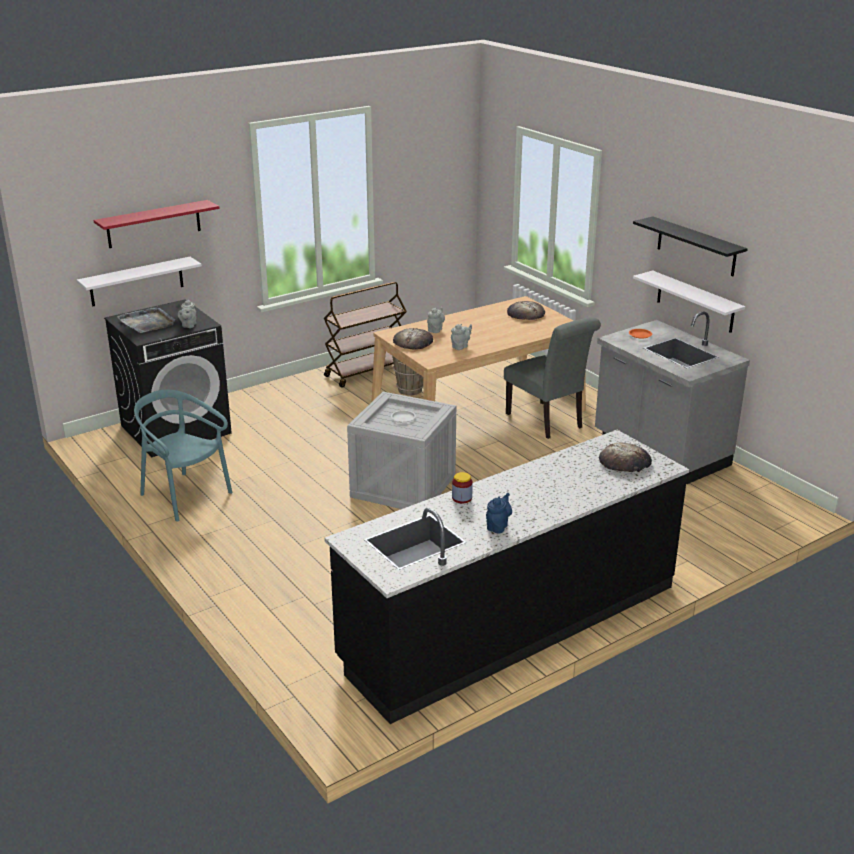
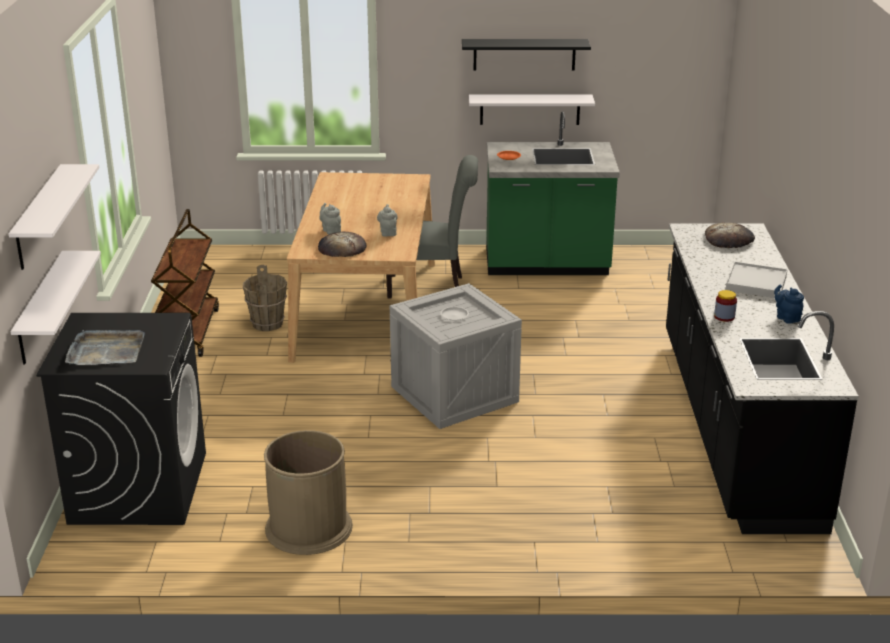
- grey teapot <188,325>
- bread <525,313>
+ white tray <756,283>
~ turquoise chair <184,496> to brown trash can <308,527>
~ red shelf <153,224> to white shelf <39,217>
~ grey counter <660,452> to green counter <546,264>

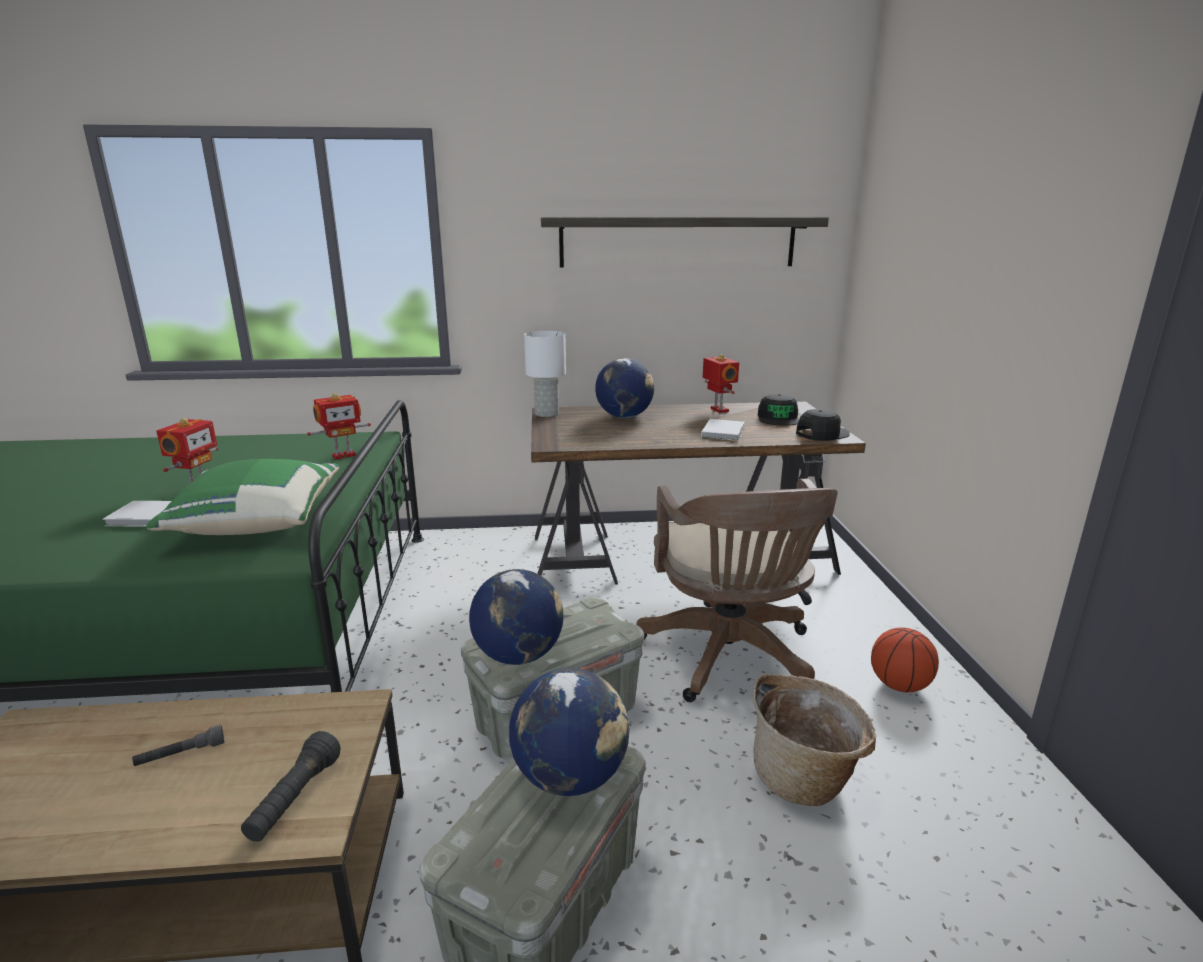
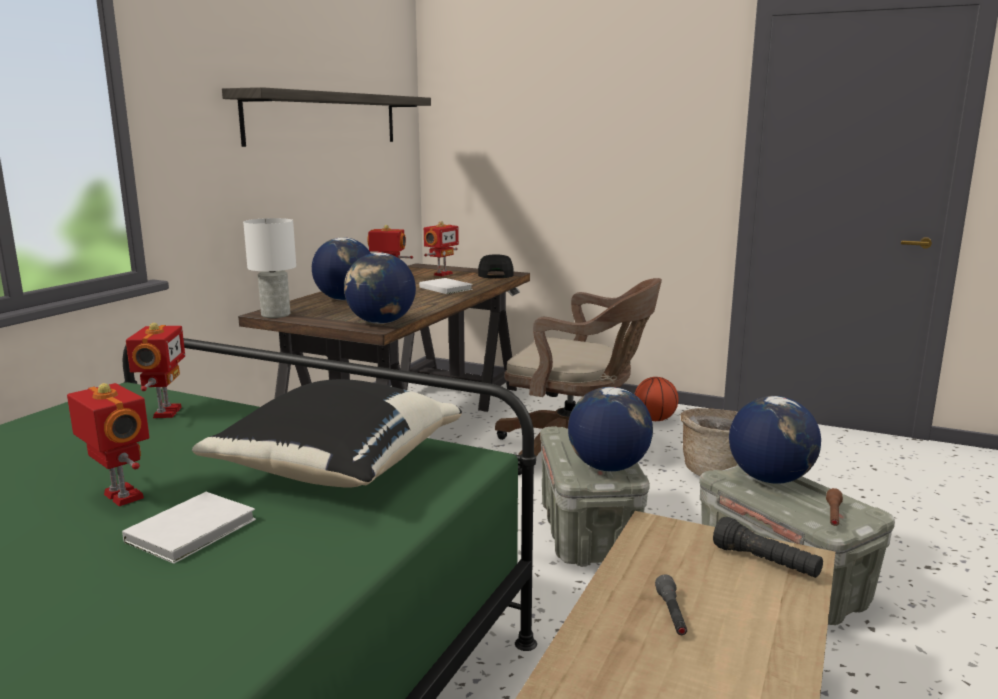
+ globe <381,322>
+ brown flashlight <833,515>
~ black cap <778,418> to toy robot <442,274>
~ green pillow <256,523> to black pillow <334,468>

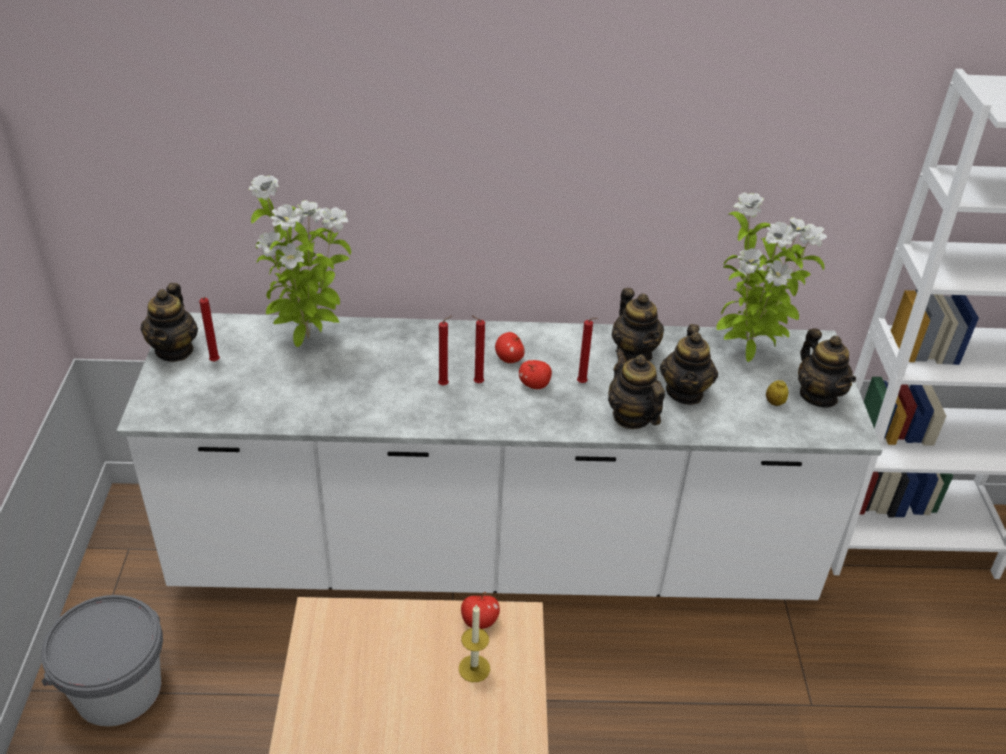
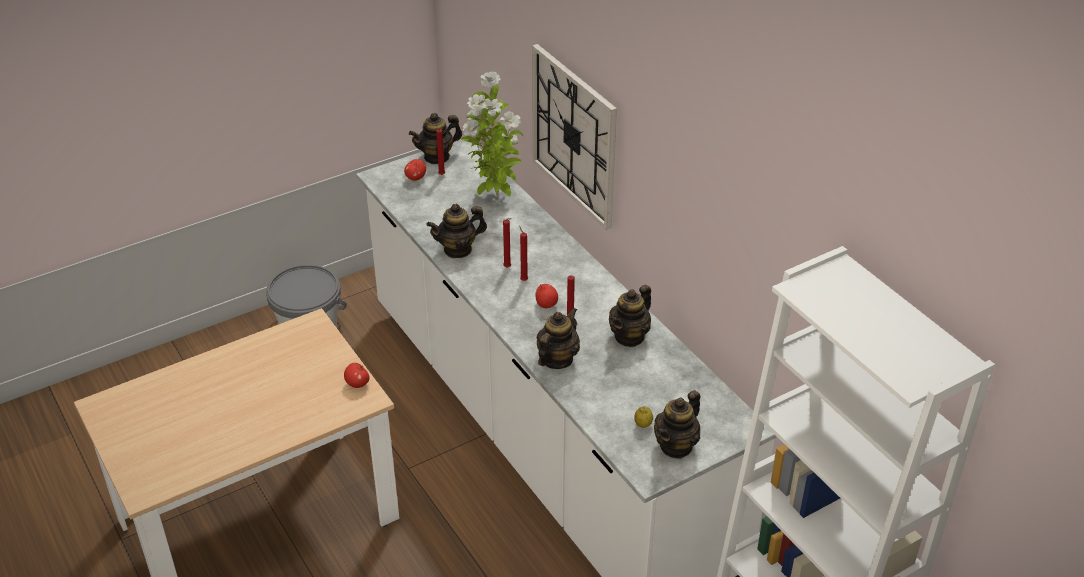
- candle <474,668>
- potted plant <747,354>
+ wall clock <574,135>
~ apple <509,359> to <415,178>
~ teapot <685,392> to <458,249>

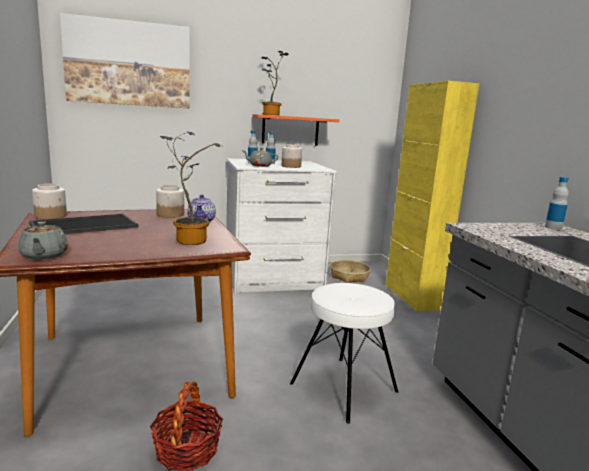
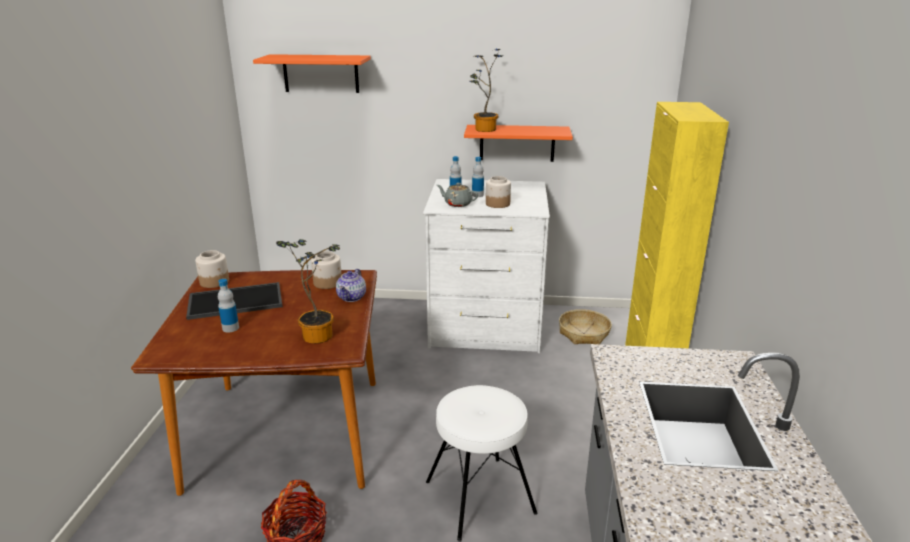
- grey teapot <44,255>
~ bottle <553,227> to <230,328>
~ picture <129,64> to orange shelf <321,73>

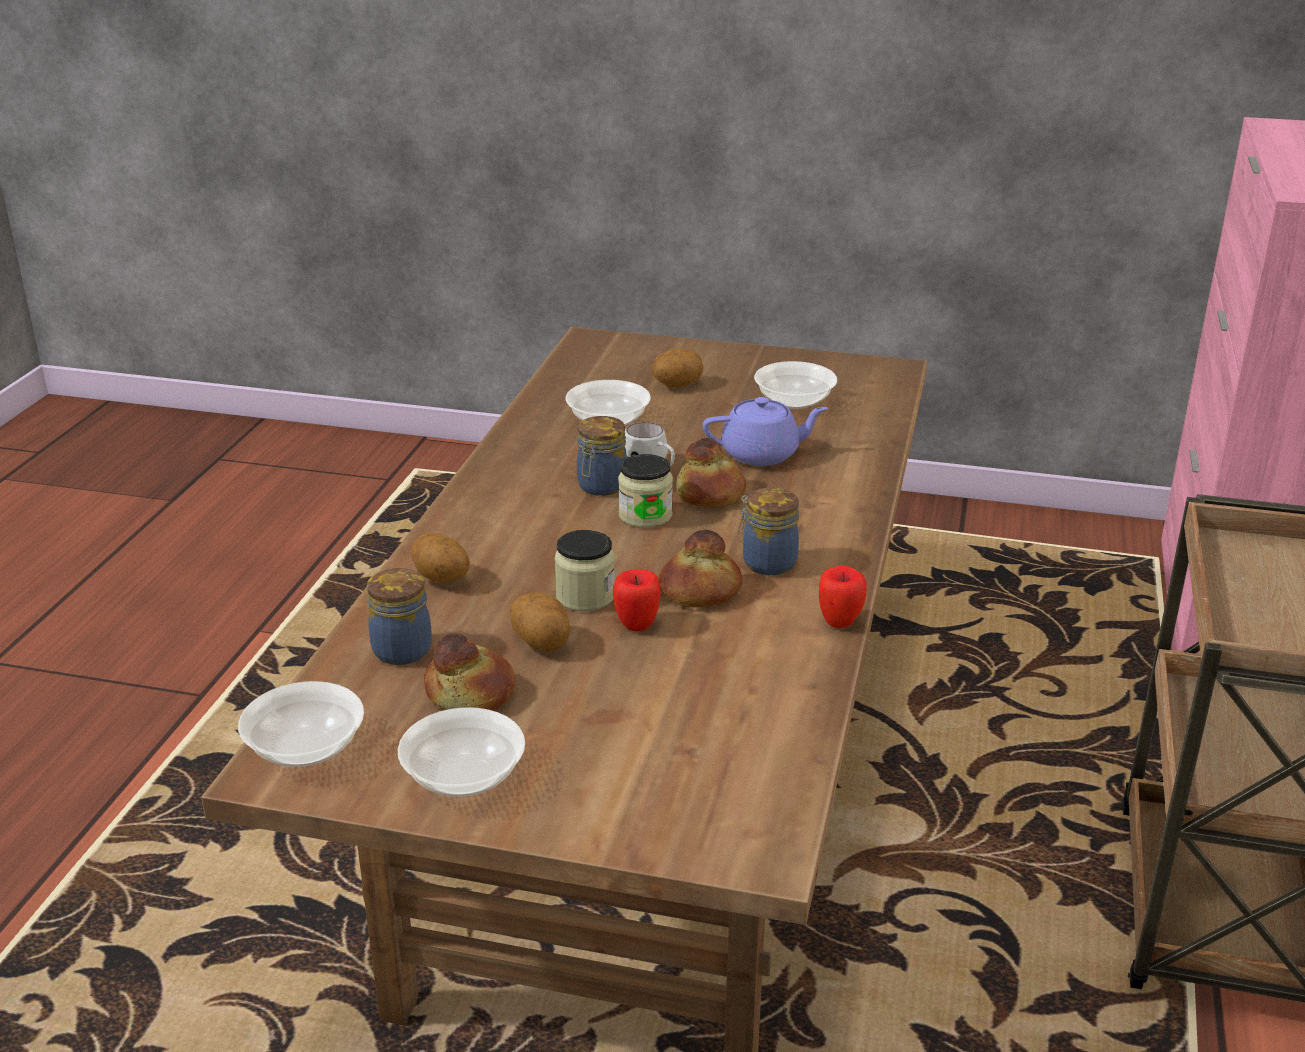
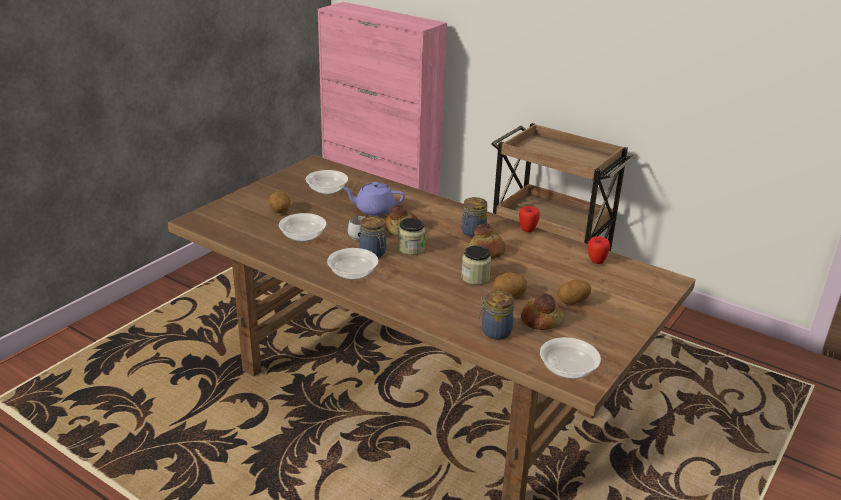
~ bowl <463,776> to <352,274>
~ potato <441,579> to <572,302>
~ apple <637,625> to <596,262>
~ purple teapot <762,454> = <374,210> 105 degrees counterclockwise

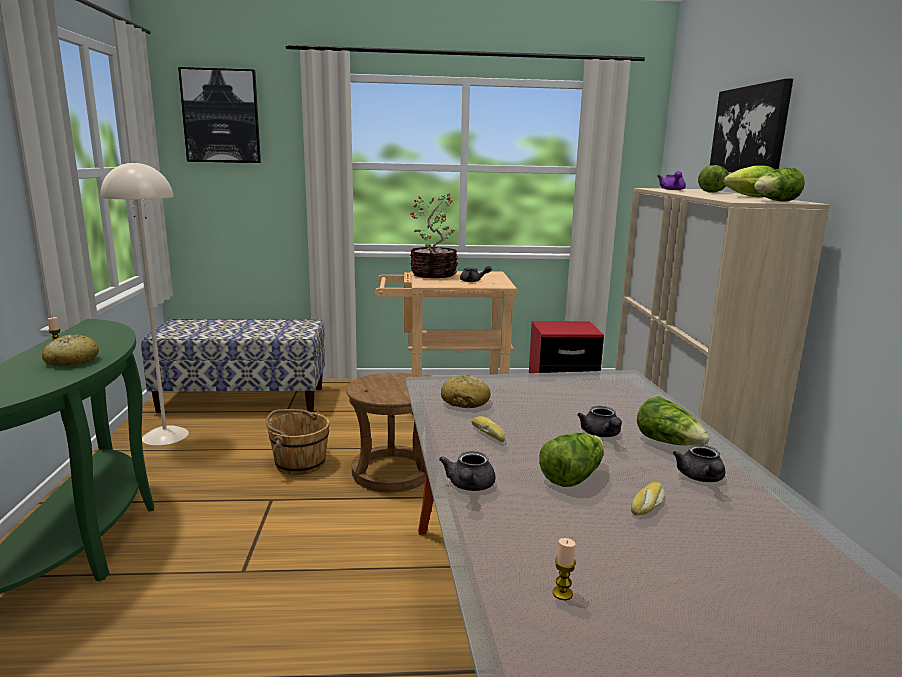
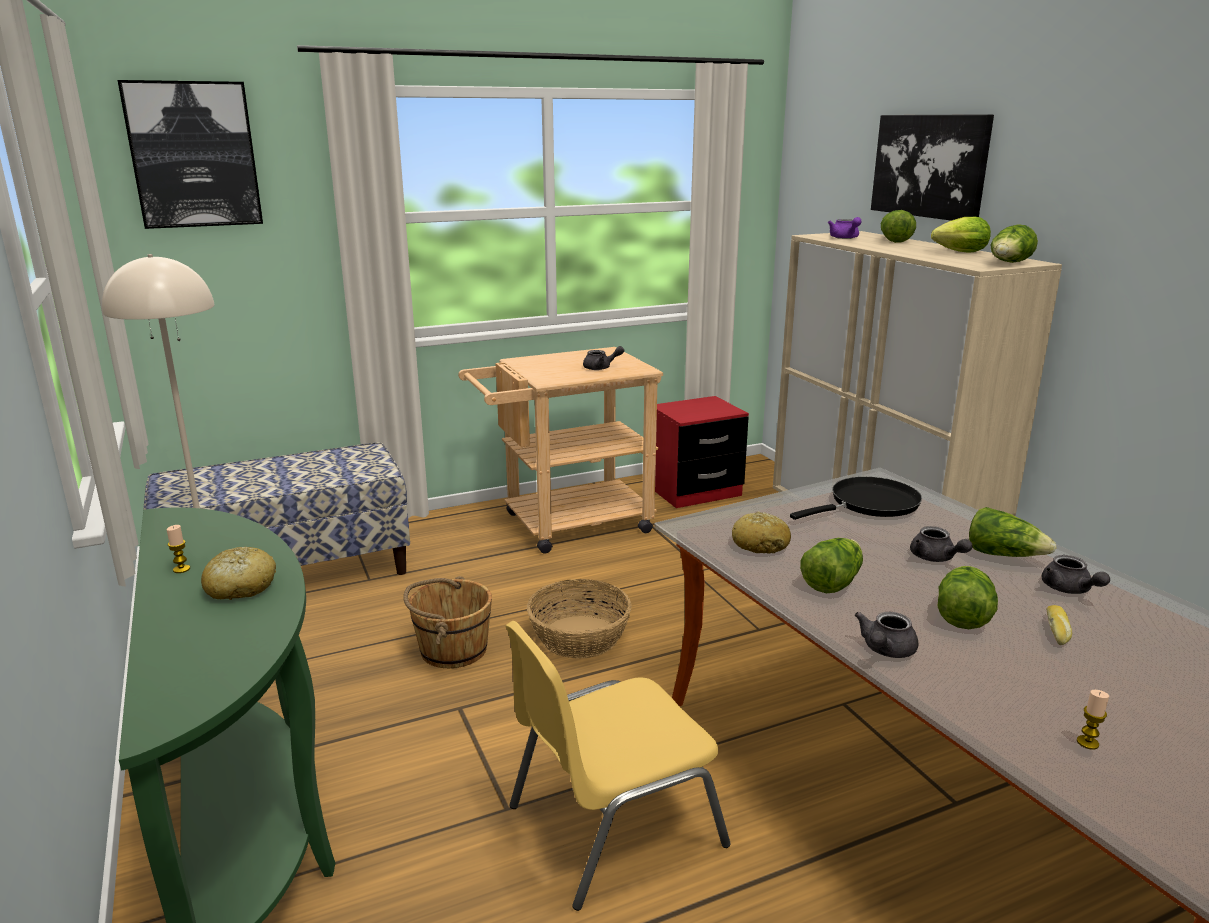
- potted plant <434,274>
+ yellow chair <611,825>
+ black frying pan <869,504>
~ brown stool <391,472> to basket <579,636>
~ bread <489,434> to lettuce <831,581>
~ grey teapot <469,486> = <885,650> 45 degrees clockwise

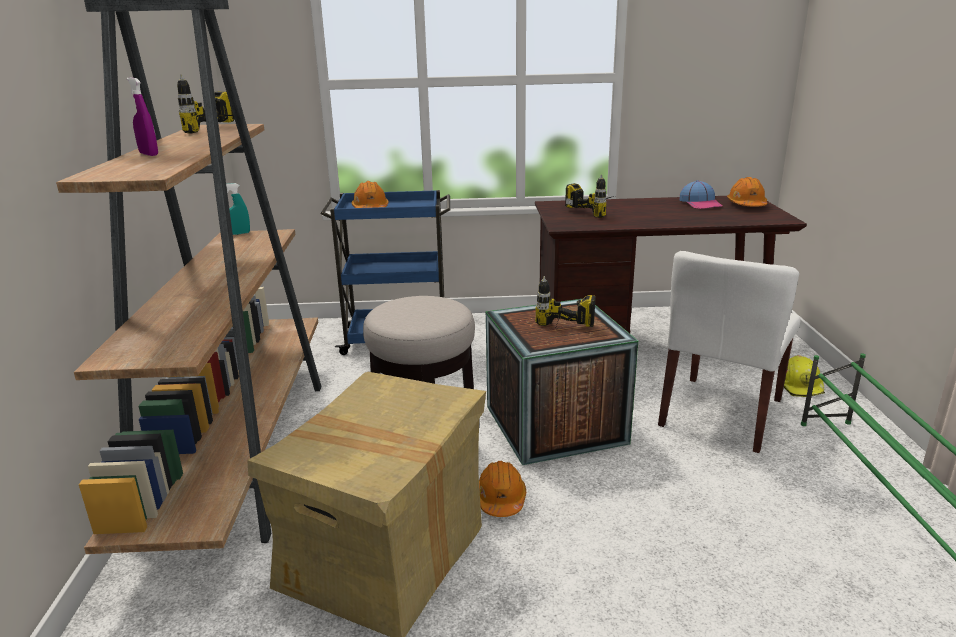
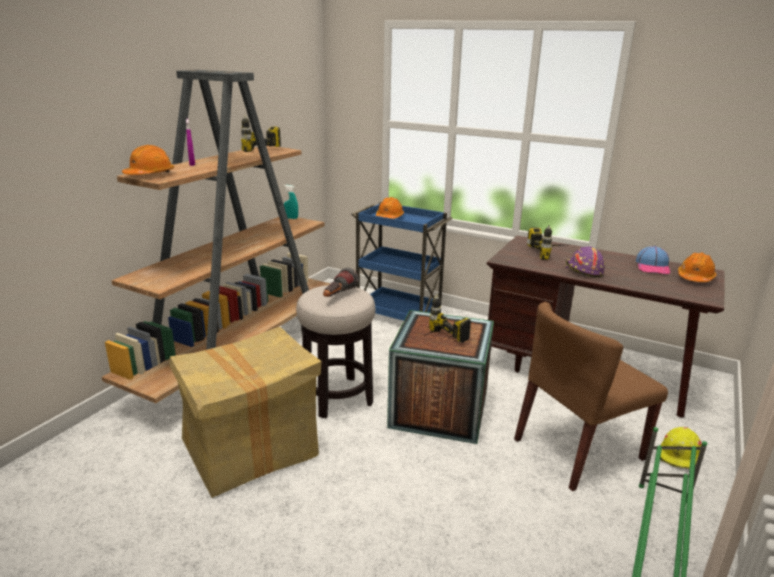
+ flashlight <338,296>
+ purple hard hat <583,270>
~ orange hard hat <501,499> to <150,174>
~ white chair <721,413> to brown chair <578,449>

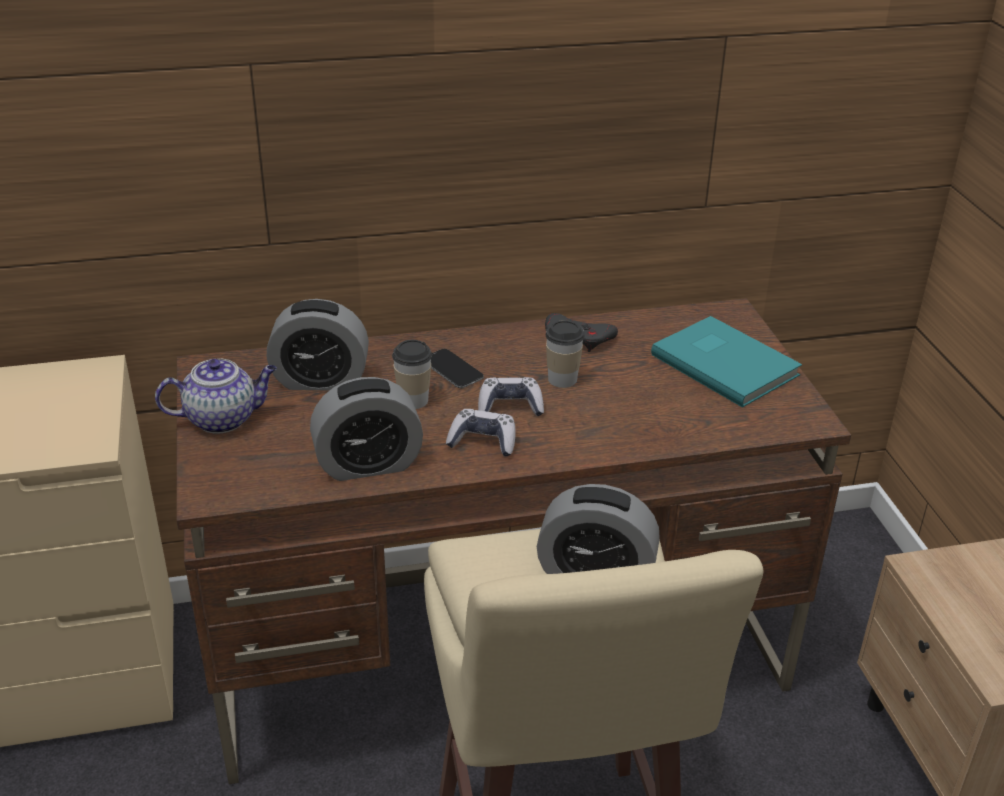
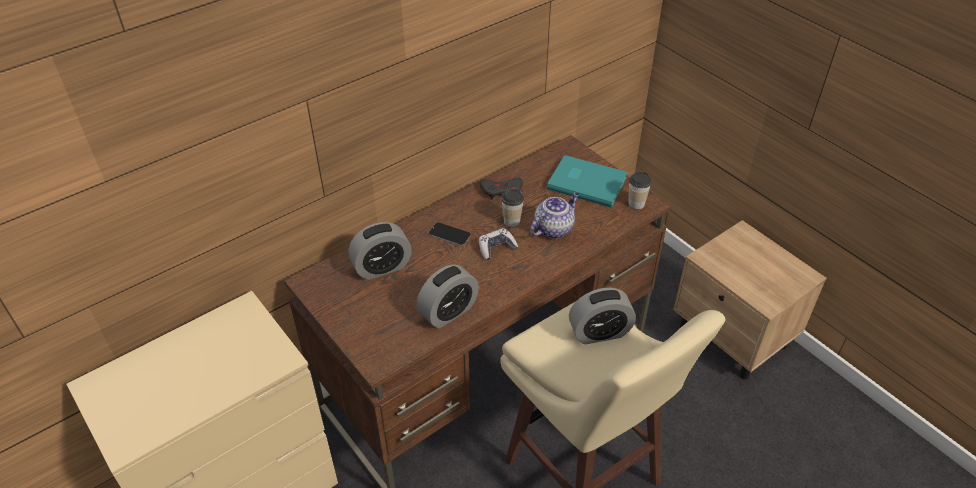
- game controller <483,441>
~ teapot <223,418> to <554,228>
~ cup <413,400> to <636,203>

